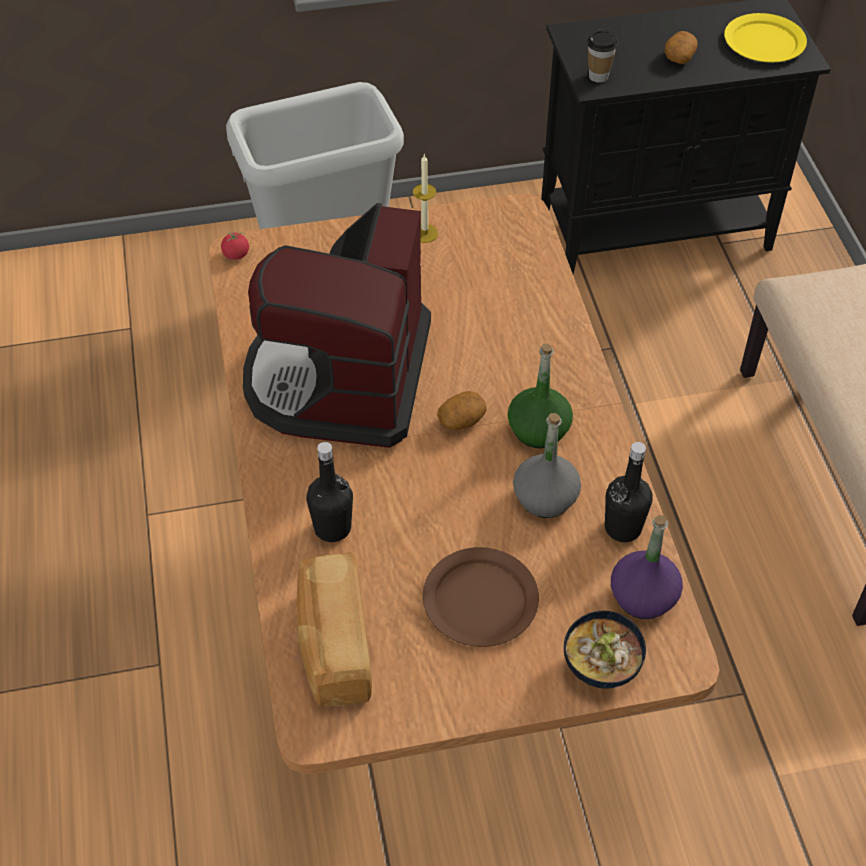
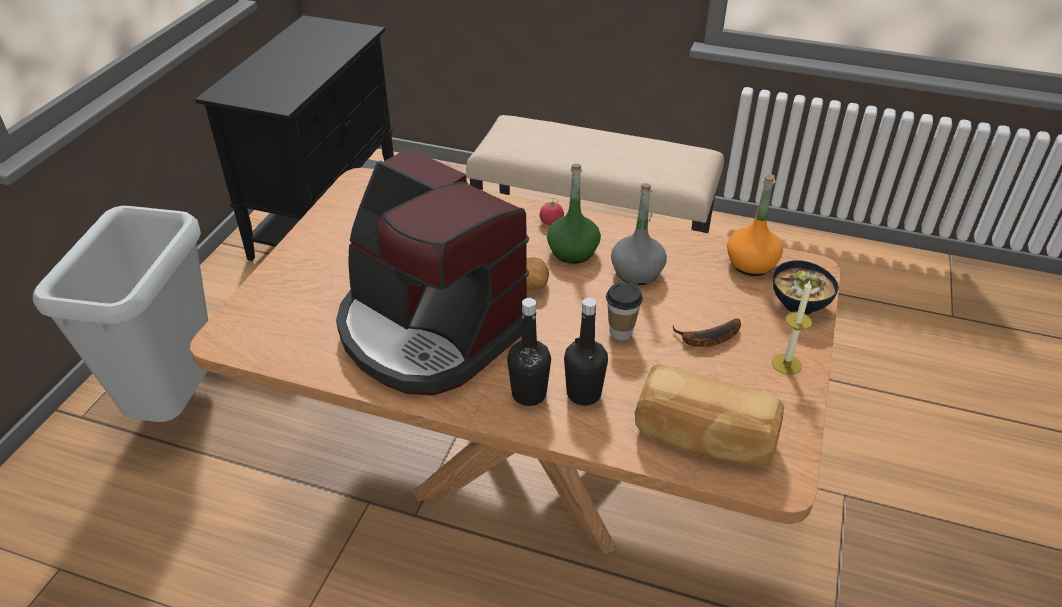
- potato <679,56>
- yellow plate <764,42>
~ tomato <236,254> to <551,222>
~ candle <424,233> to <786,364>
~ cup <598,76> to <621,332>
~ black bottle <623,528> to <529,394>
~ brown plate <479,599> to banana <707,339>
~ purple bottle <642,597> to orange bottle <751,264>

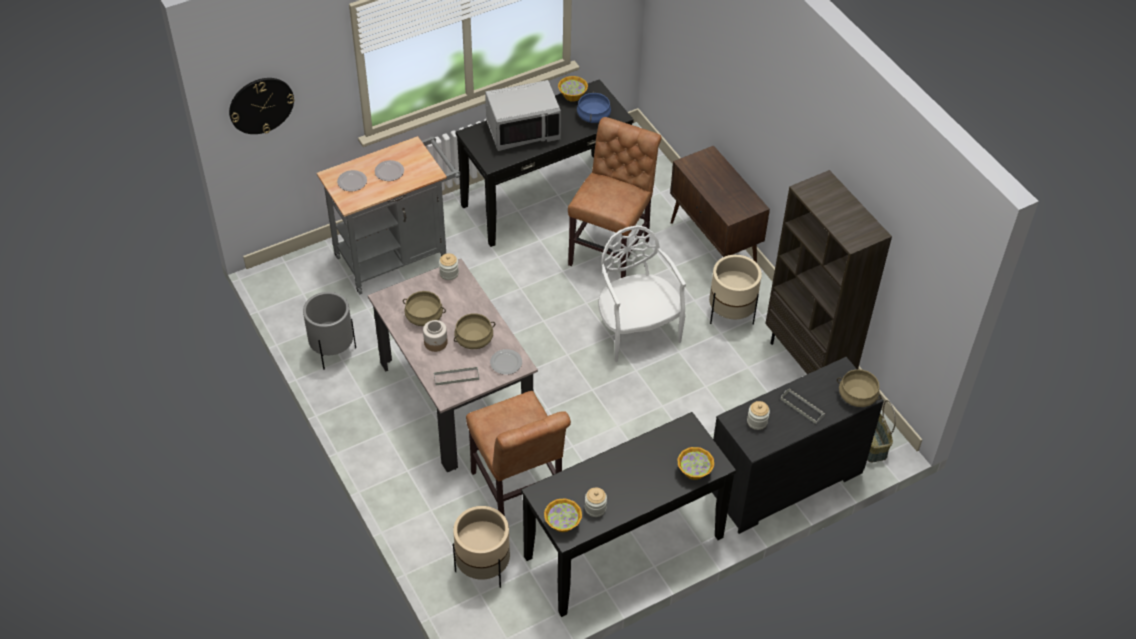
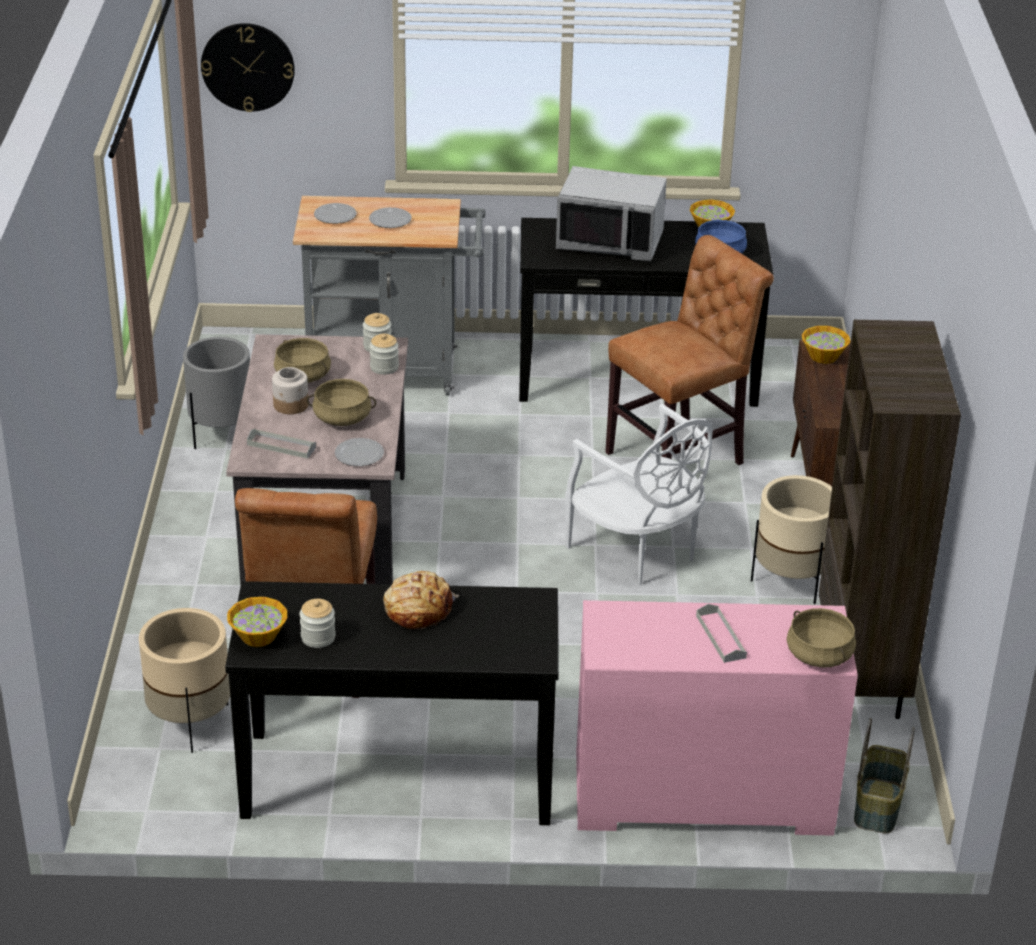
+ bread <418,609>
~ bowl <694,471> to <823,356>
~ jar <757,422> to <384,367>
~ black dresser <785,482> to pink dresser <701,798>
~ white chair <636,330> = <638,551> 135 degrees clockwise

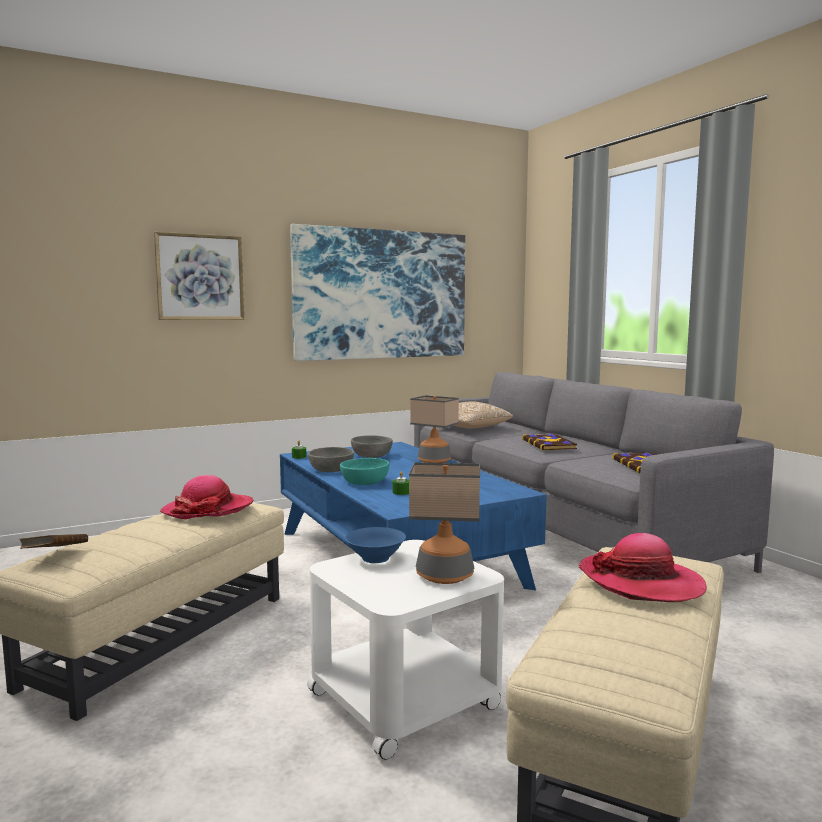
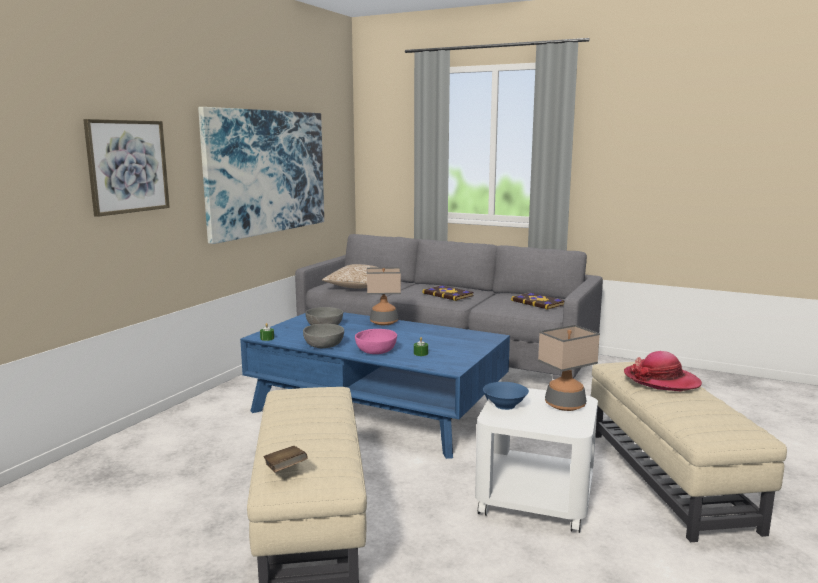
- hat <208,509>
~ turquoise bowl <364,482> to pink bowl <376,351>

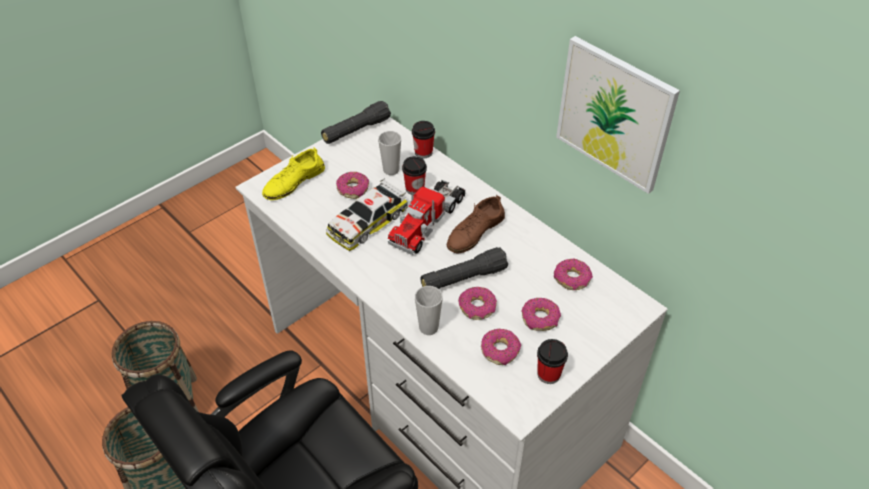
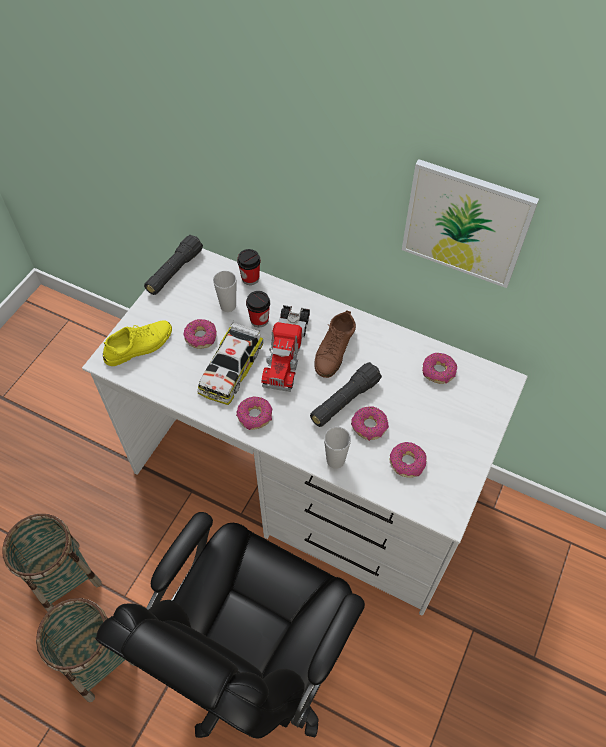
- cup <548,374>
~ donut <540,319> to <255,416>
~ yellow shoe <294,182> = <139,346> 150 degrees counterclockwise

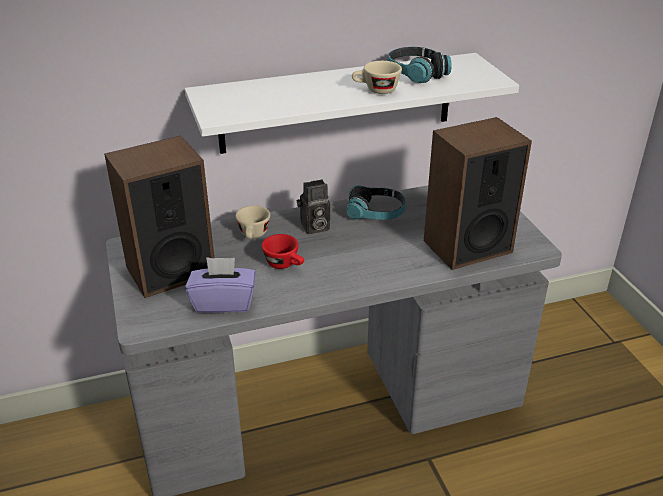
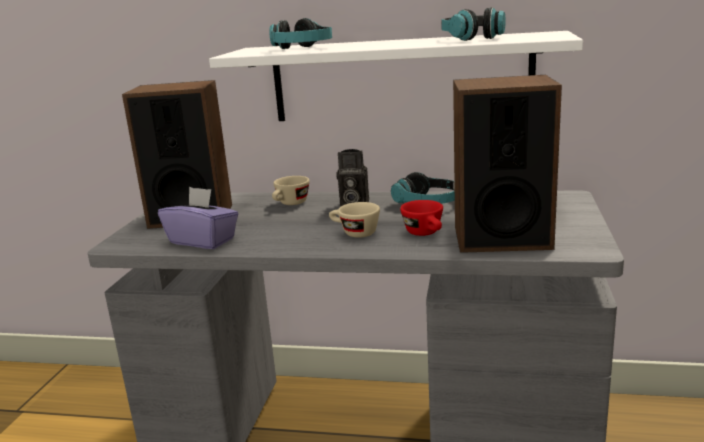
+ headphones <302,49>
~ red cup <285,264> to <426,233>
~ beige cup <376,90> to <354,233>

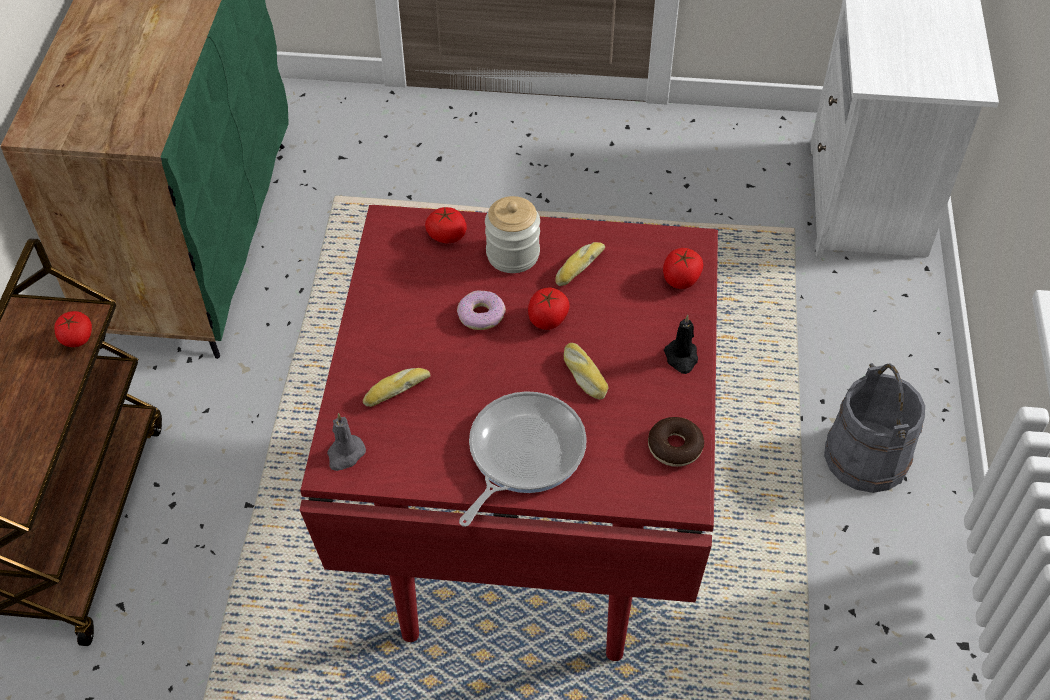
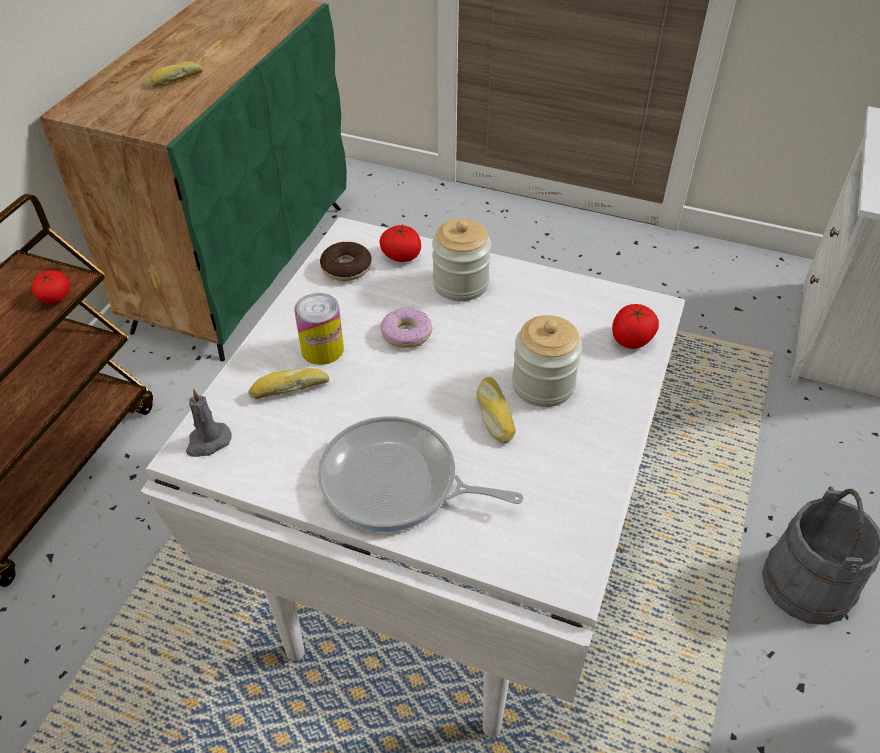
- tomato <548,319>
- black candle <681,358>
+ can <322,349>
+ jar <543,384>
~ bread <578,267> to <176,79>
~ donut <675,447> to <346,268>
~ red dining table <528,531> to white dining table <442,577>
~ frying pan <522,453> = <396,483> 120 degrees counterclockwise

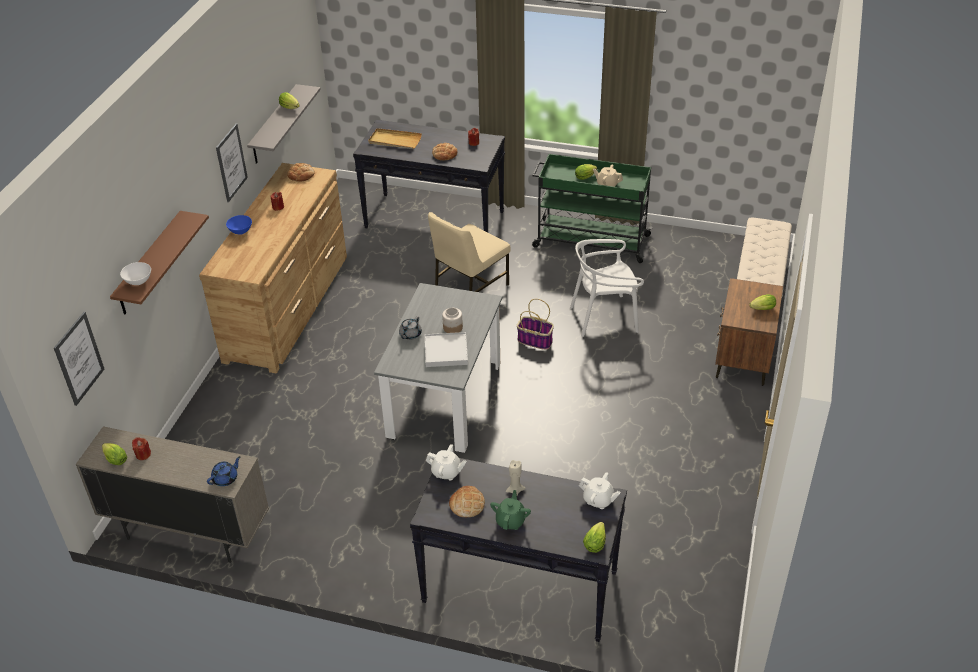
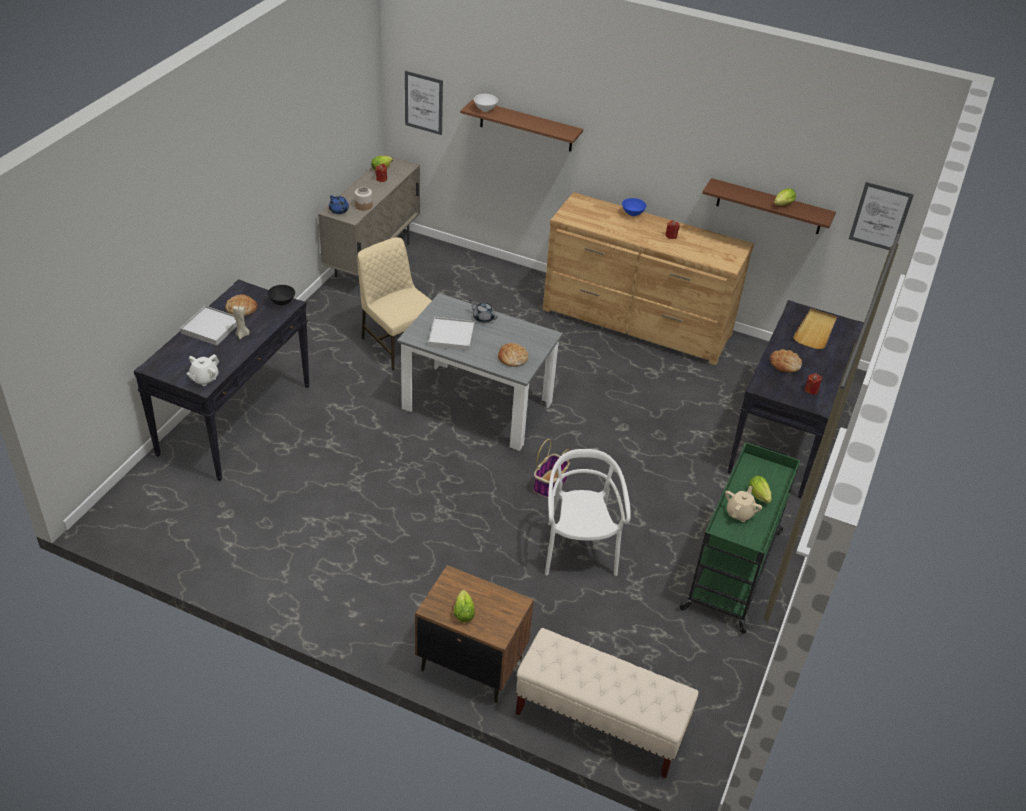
- lettuce <595,542>
~ picture <231,162> to <880,216>
~ bread <301,175> to <512,358>
~ beige chair <470,288> to <397,343>
~ jar <452,327> to <363,205>
~ white teapot <446,472> to black bowl <282,302>
~ green teapot <510,521> to white tray <211,327>
~ grey shelf <274,125> to brown shelf <769,207>

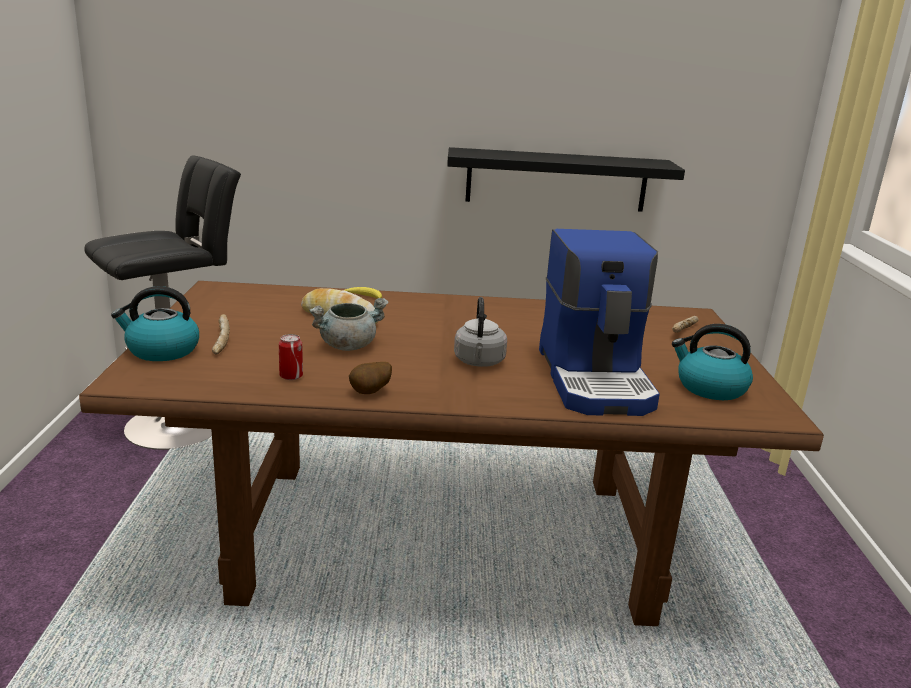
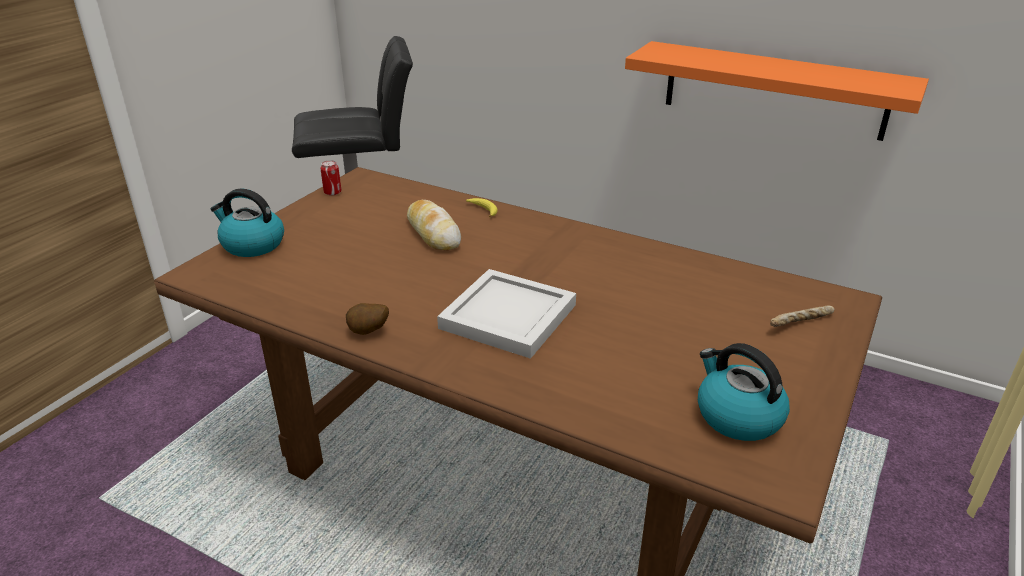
- bread <220,341>
- grey cooking pot <348,346>
- coffee machine <596,379>
~ can <291,376> to <332,192>
~ grey kettle <479,362> to white tray <509,318>
~ black shelf <556,180> to orange shelf <774,90>

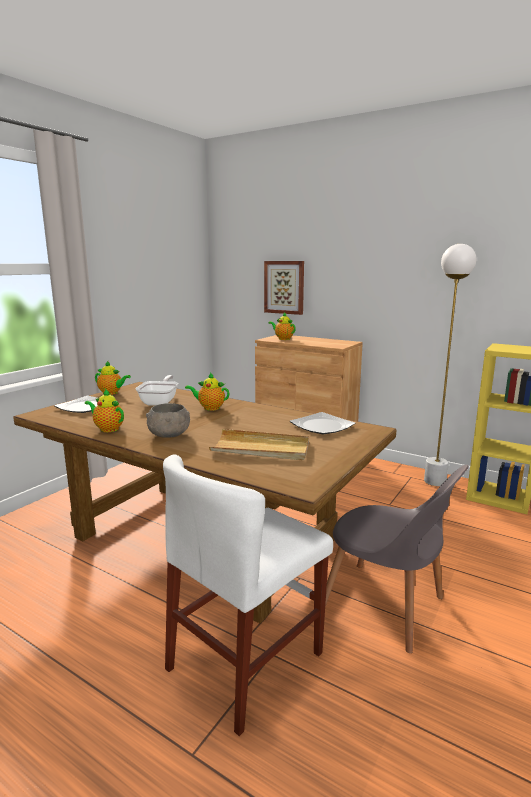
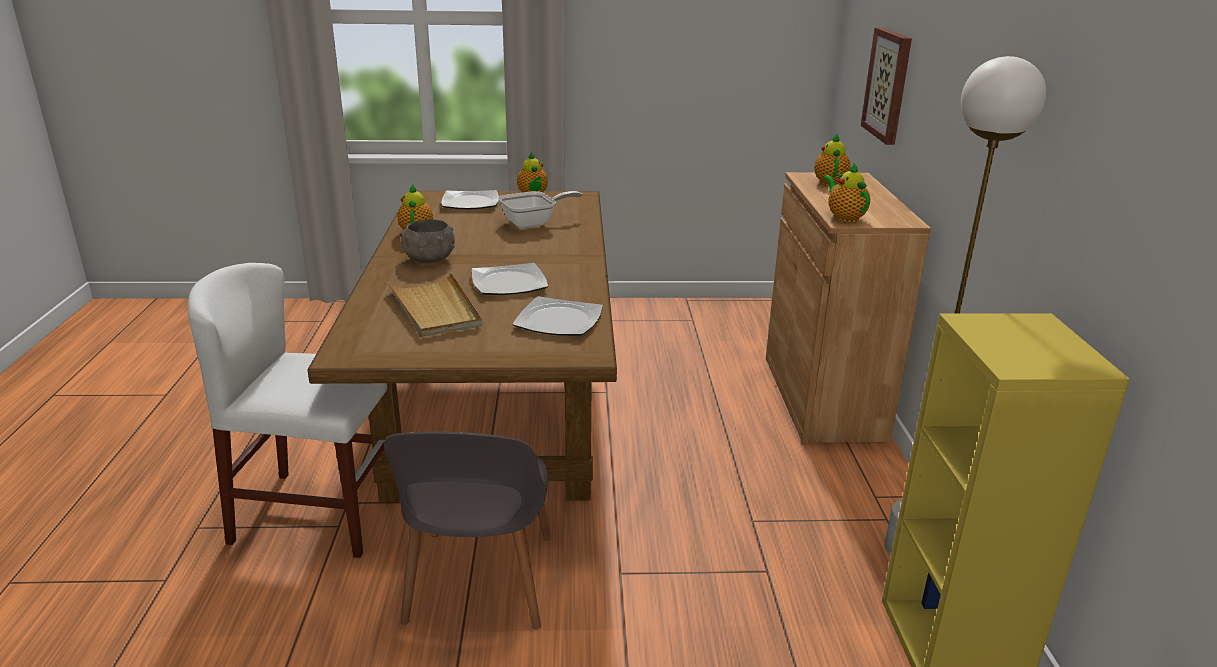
+ plate <509,283>
~ teapot <209,408> to <844,217>

